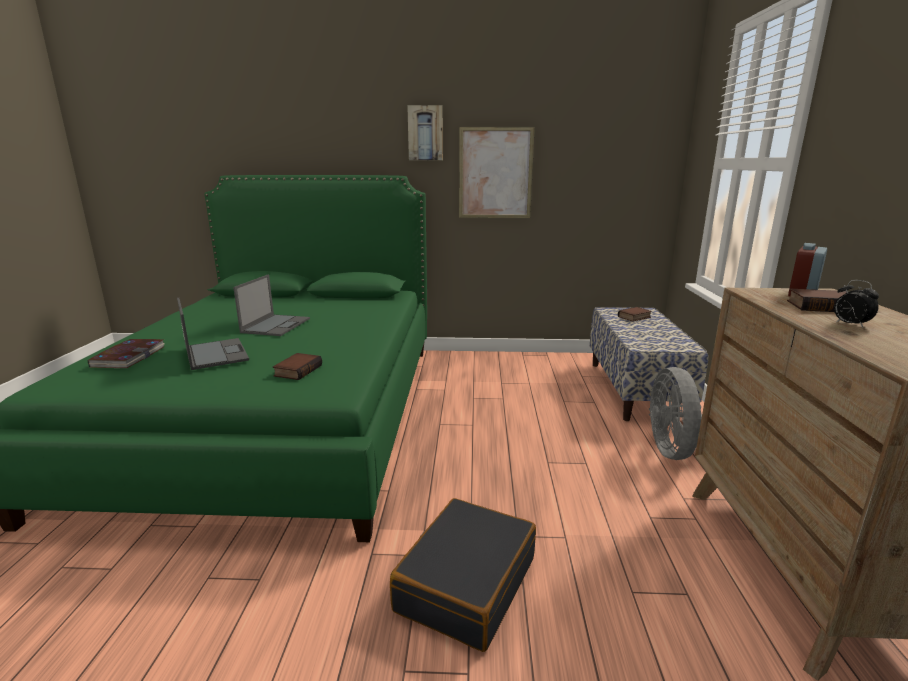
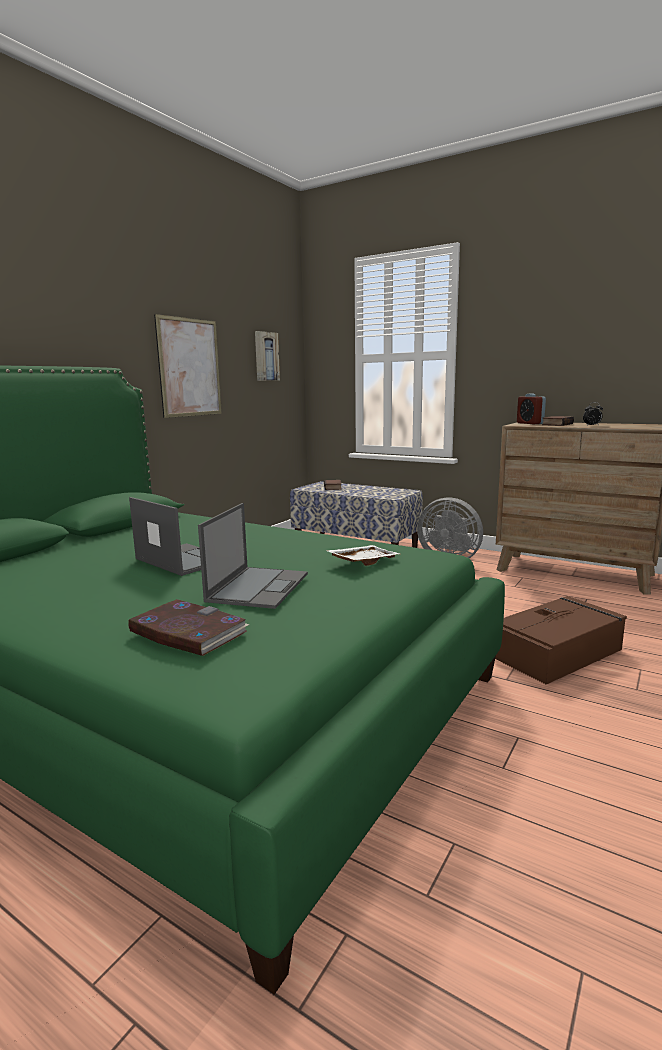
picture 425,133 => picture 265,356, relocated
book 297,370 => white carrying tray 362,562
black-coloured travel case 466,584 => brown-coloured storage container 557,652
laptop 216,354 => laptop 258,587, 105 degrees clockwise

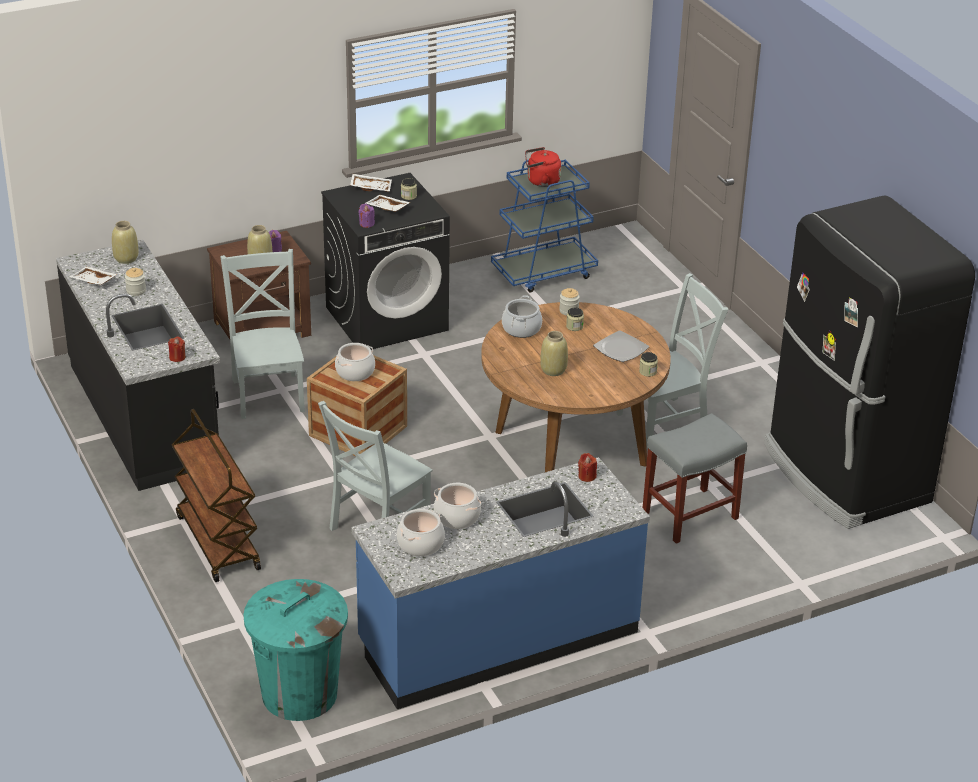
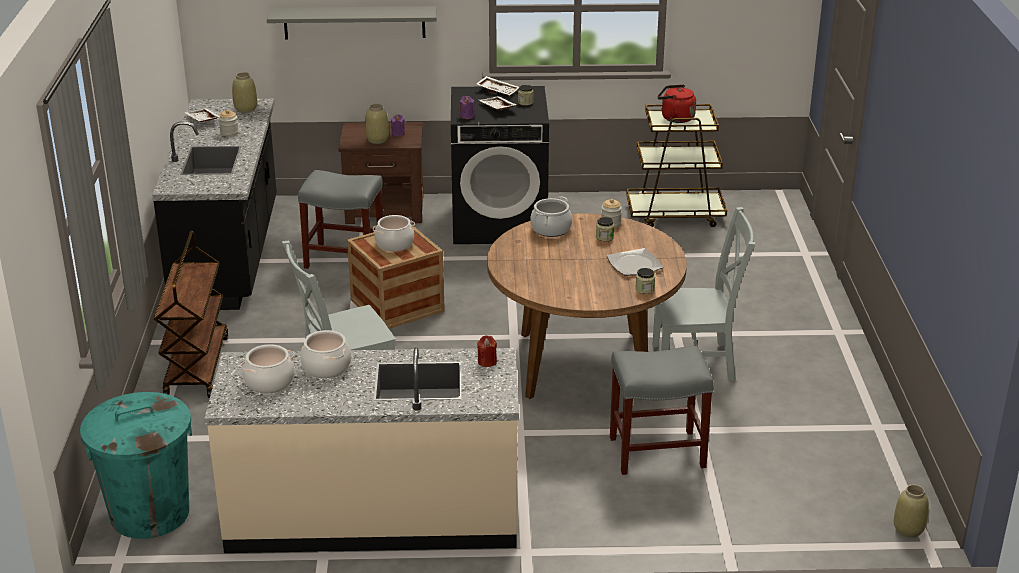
red-coloured candle 177,357 => nothing
black-coloured fridge 844,475 => nothing
nothing => greyish bracket shelf 354,22
beige-coloured flower vase 553,370 => beige-coloured flower vase 908,529, relocated
greyish chair 268,393 => greyish stool seat 346,259
blue-coloured kitchen base unit 498,638 => beige-coloured kitchen base unit 373,515
blue-coloured trolley 544,273 => brown-coloured trolley 675,214

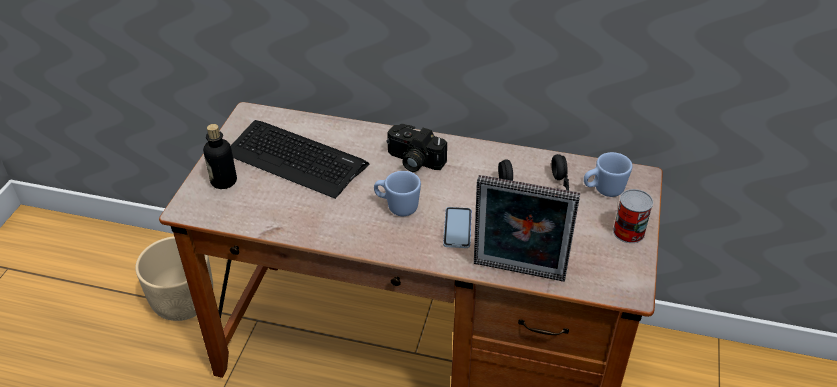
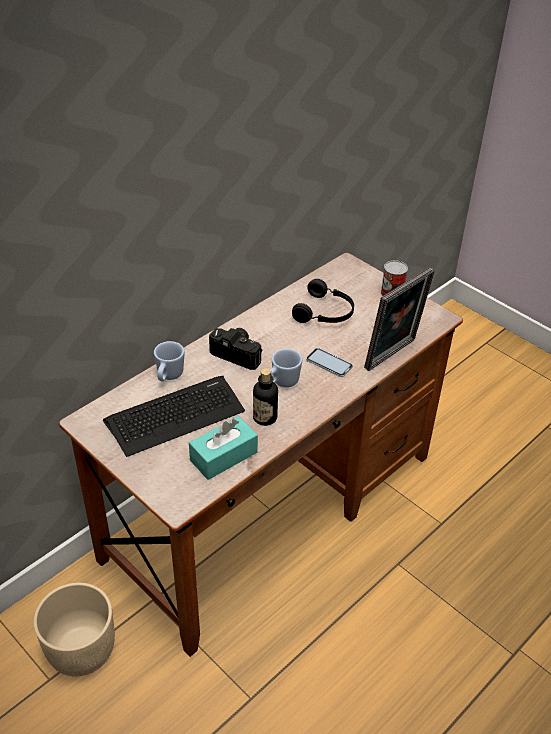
nothing => turquoise-coloured tissue box 223,456
drink bottle 224,181 => drink bottle 265,417, relocated
blue-coloured coffee mug 603,190 => blue-coloured coffee mug 168,376, relocated
photo camera 413,161 => photo camera 238,353, 120 degrees counterclockwise

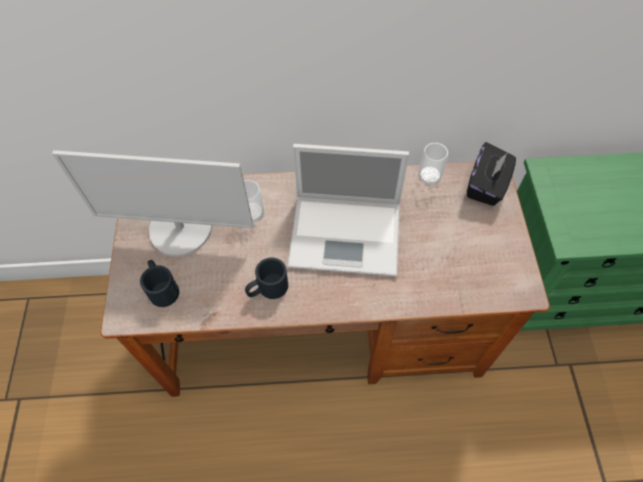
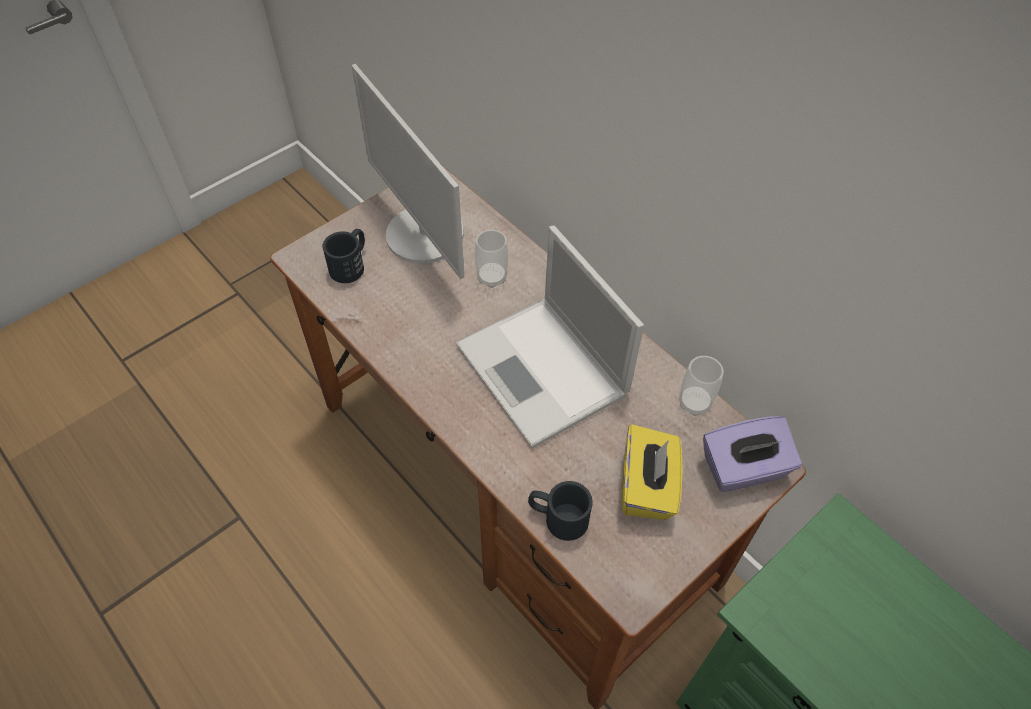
nothing => yellowish tissue box 647,487
black-coloured coffee mug 267,289 => black-coloured coffee mug 557,517, relocated
black-coloured tissue box 486,186 => purple-coloured tissue box 744,469

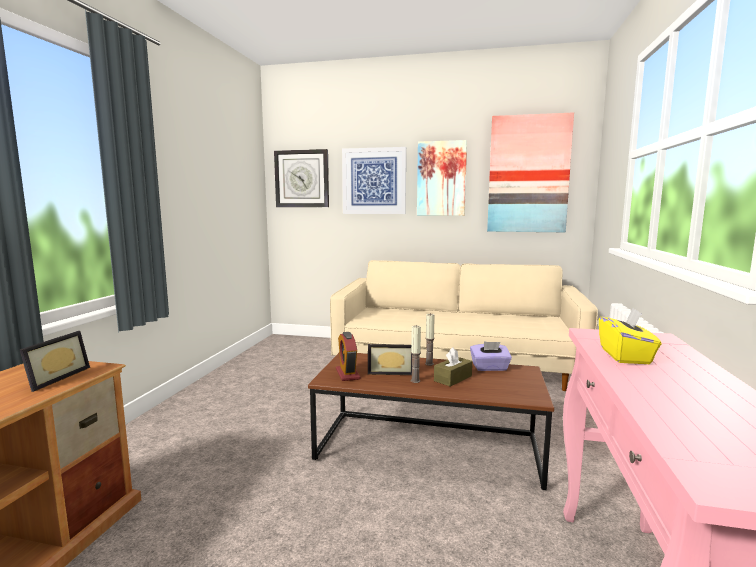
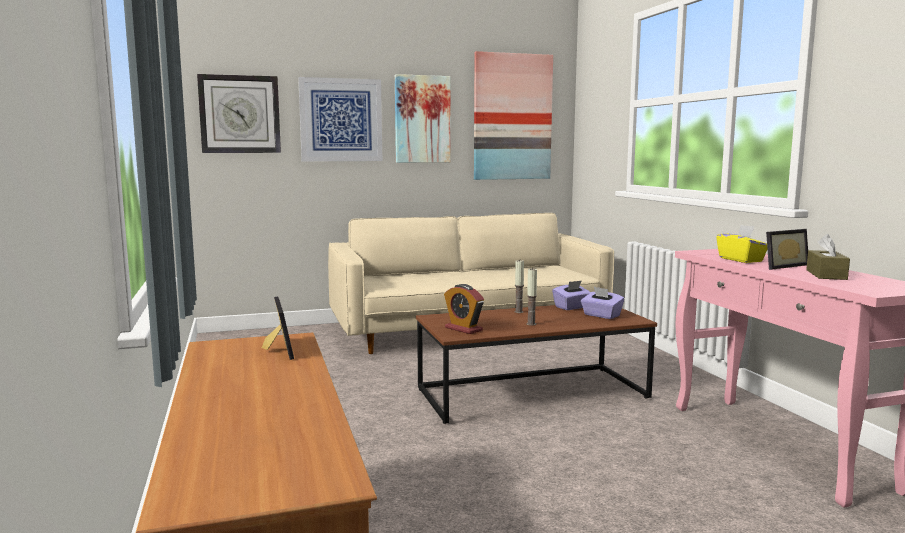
nothing => purple-coloured tissue box 601,315
photo frame 390,372 => photo frame 781,266, relocated
brown-coloured tissue box 453,378 => brown-coloured tissue box 826,274, relocated

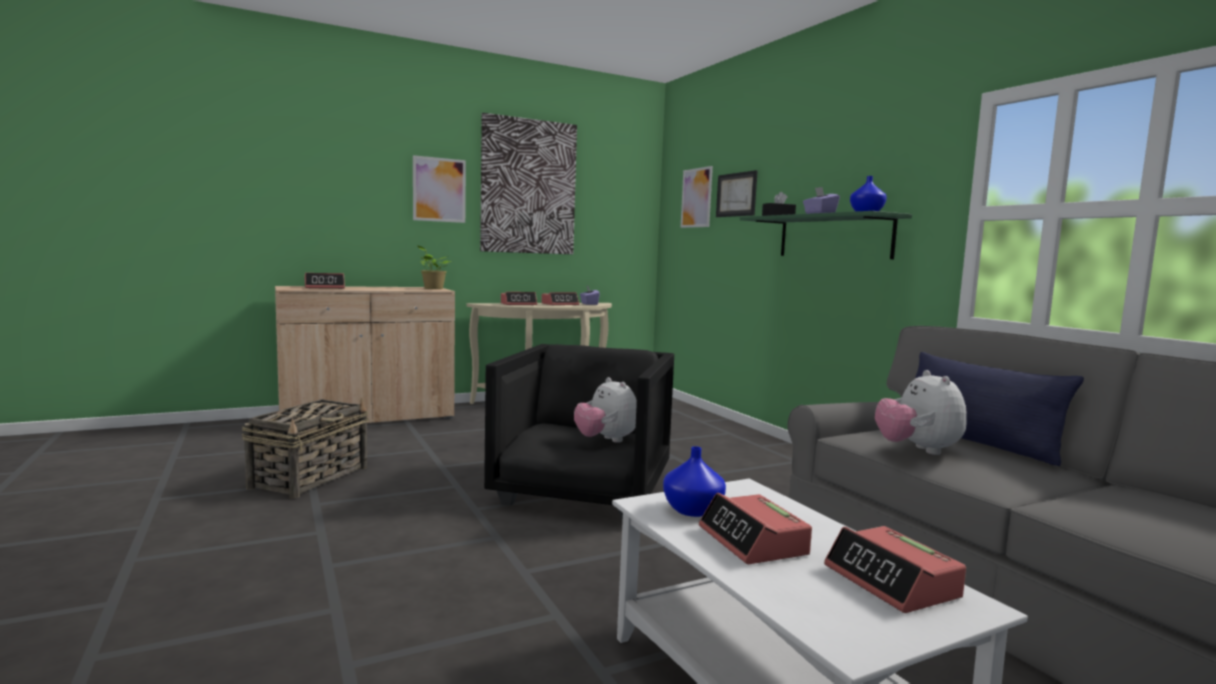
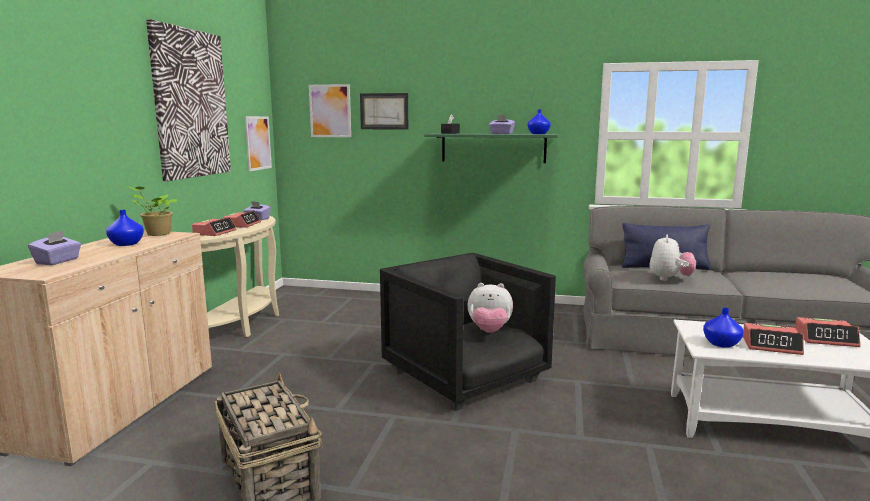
nothing => blue-coloured flower vase 125,244
picture 439,190 => picture 258,143, relocated
table clock 324,287 => purple-coloured tissue box 58,261
cuddly toy 917,450 => cuddly toy 670,279, 105 degrees counterclockwise

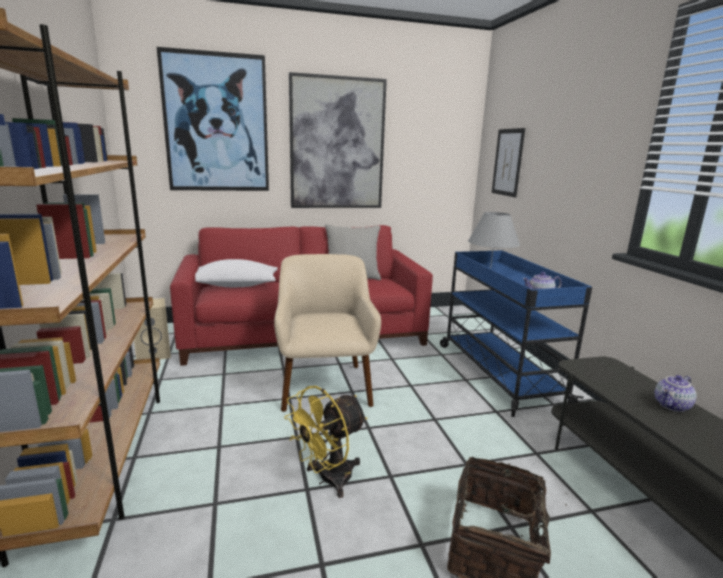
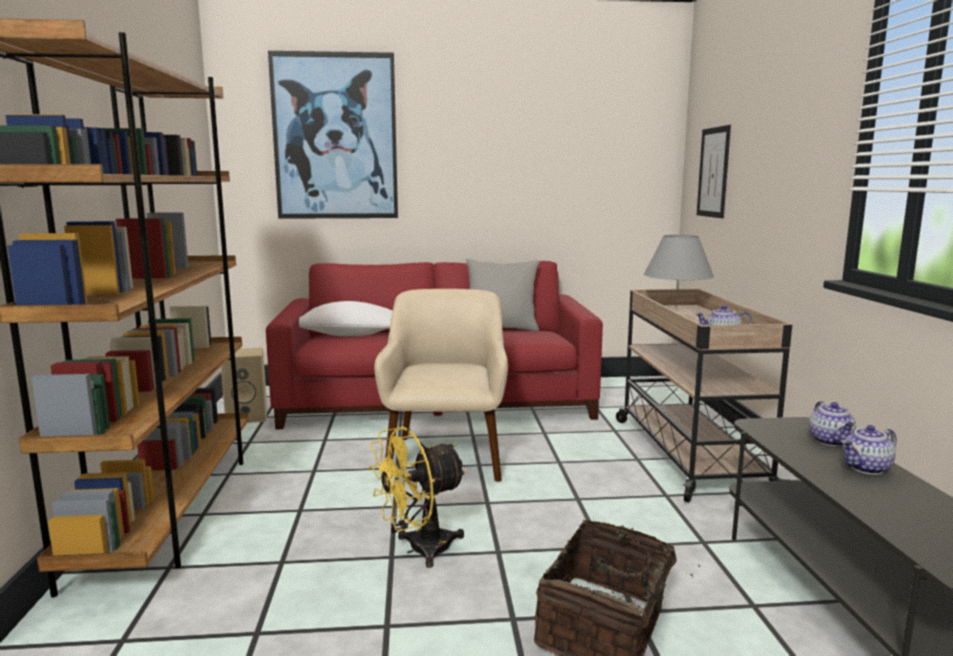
picture 337,144 => nothing
nothing => teapot 831,441
blue-coloured trolley 498,372 => beige-coloured trolley 688,453

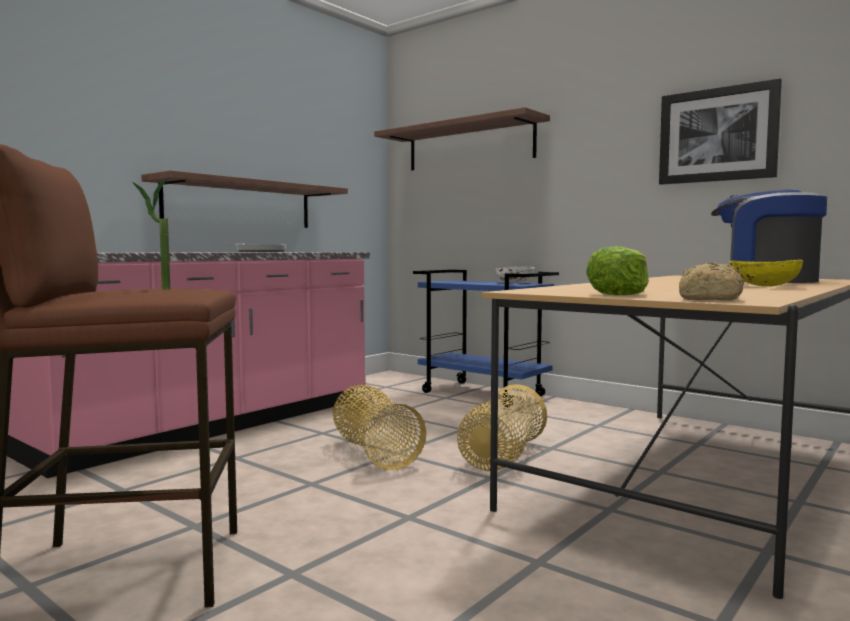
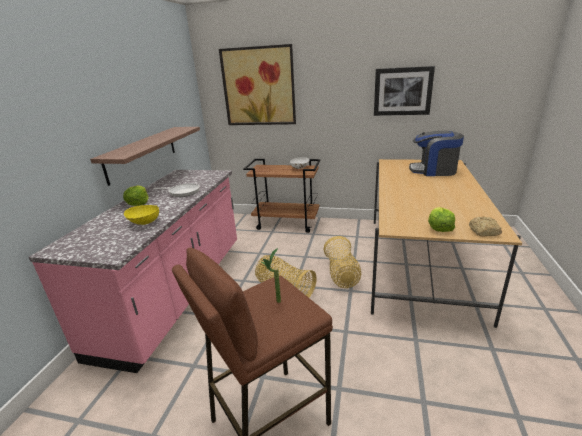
nothing => lettuce 138,203
yellowish serving bowl 763,286 => yellowish serving bowl 144,223, relocated
bracket shelf 469,145 => picture 258,87
blue-coloured trolley 484,394 => brown-coloured trolley 287,223

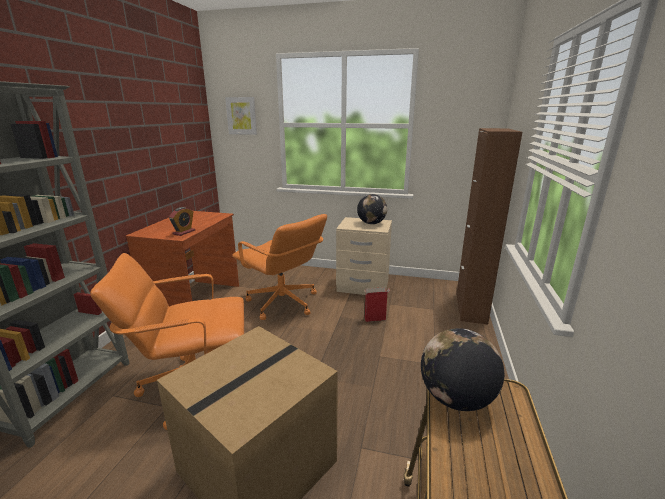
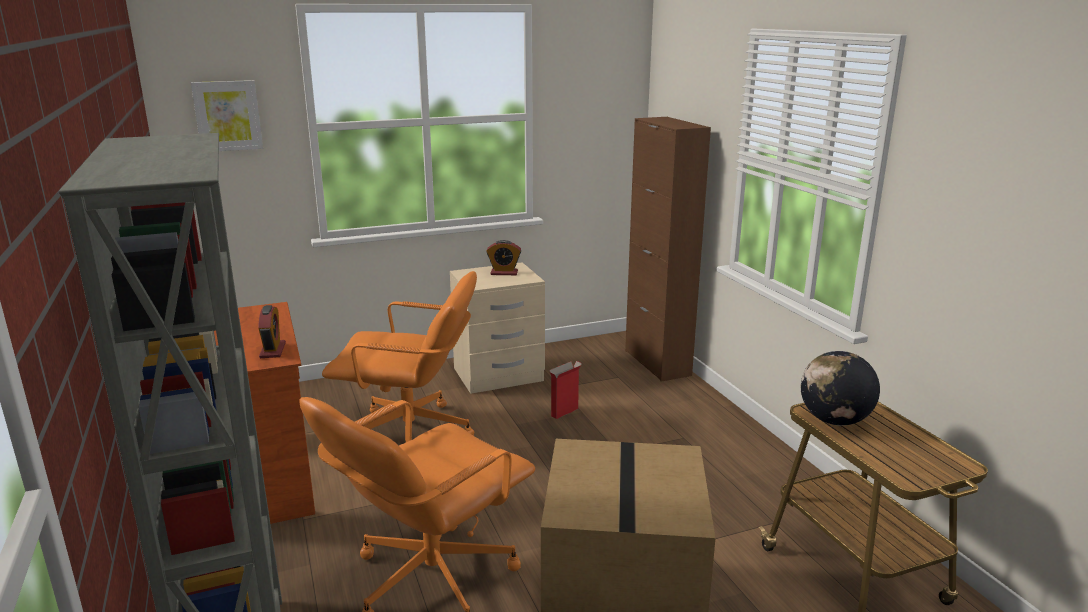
globe 371,223 => table clock 504,273

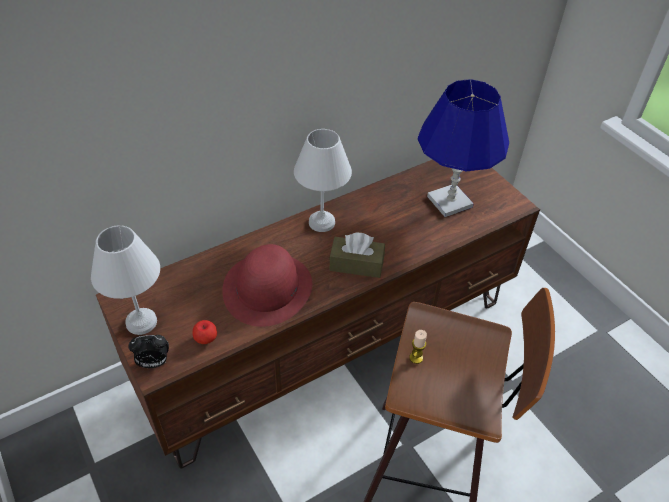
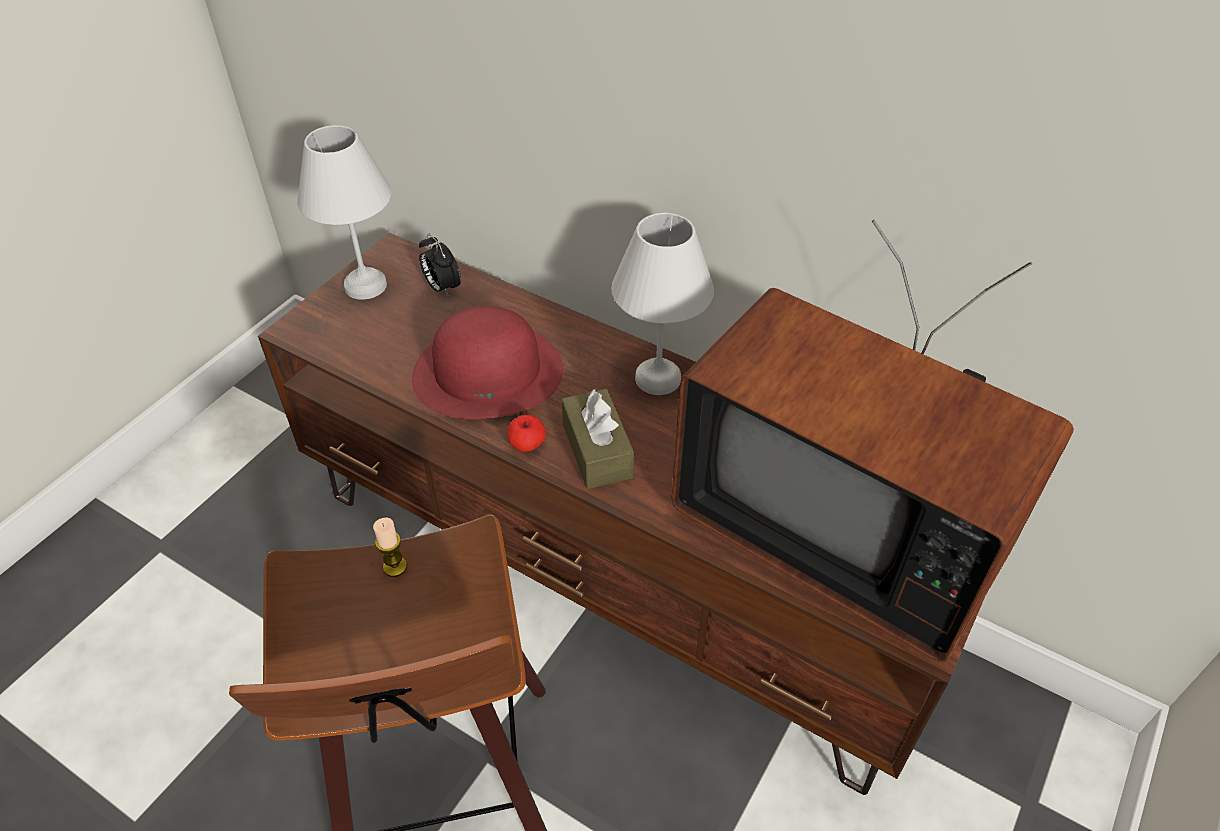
table clock 153,363 => table clock 442,287, relocated
apple 206,339 => apple 527,445, relocated
blue-coloured lamp for a table 450,202 => television 841,524

